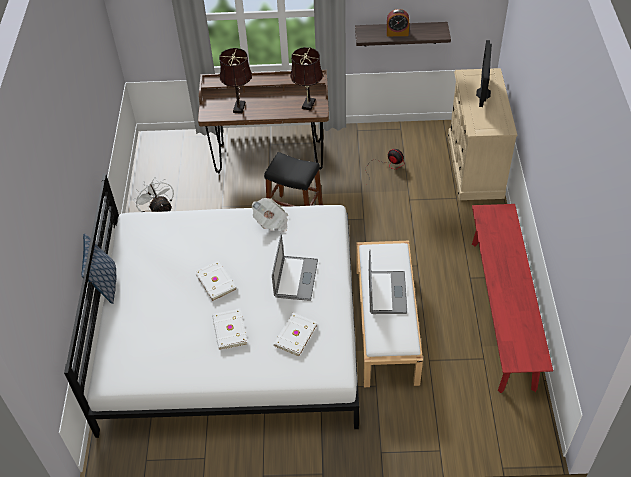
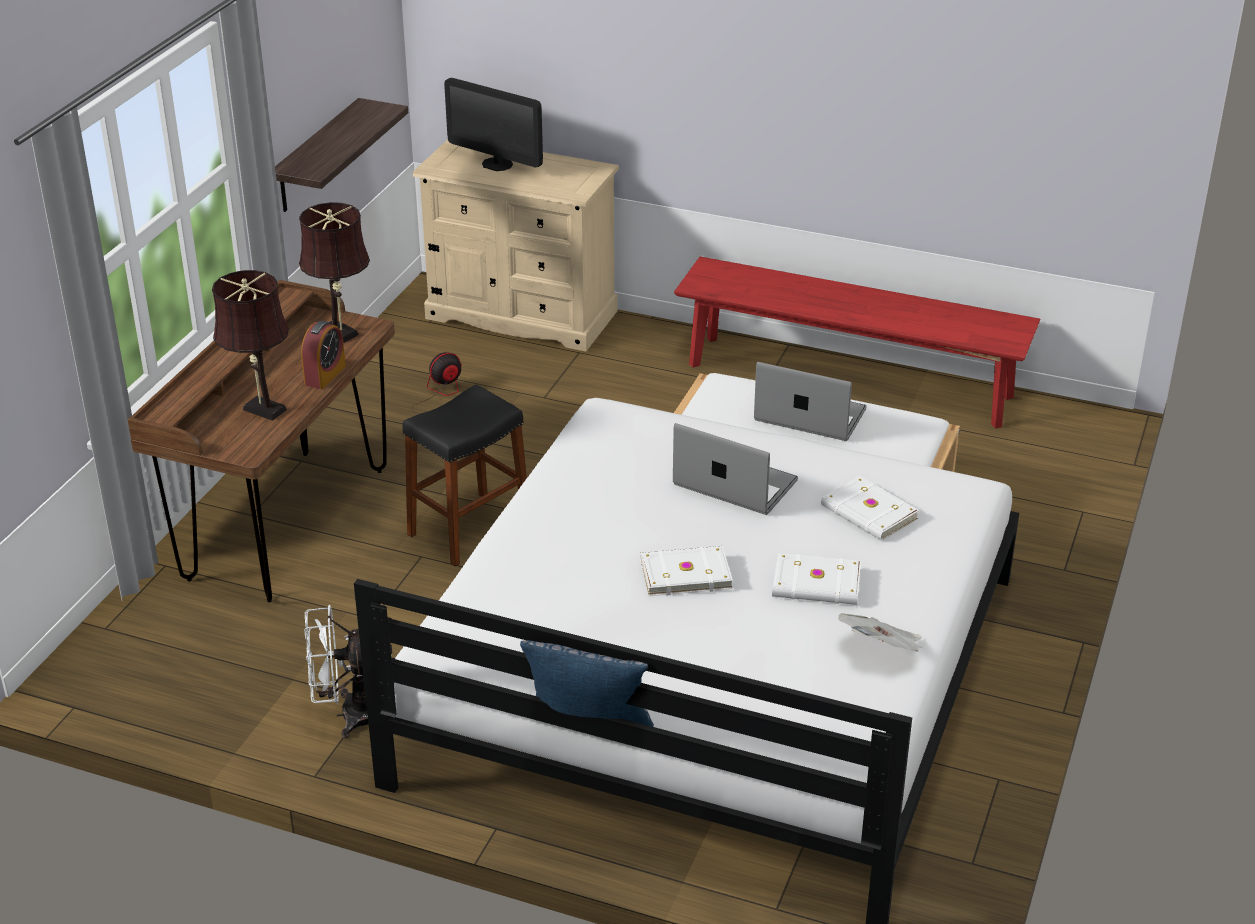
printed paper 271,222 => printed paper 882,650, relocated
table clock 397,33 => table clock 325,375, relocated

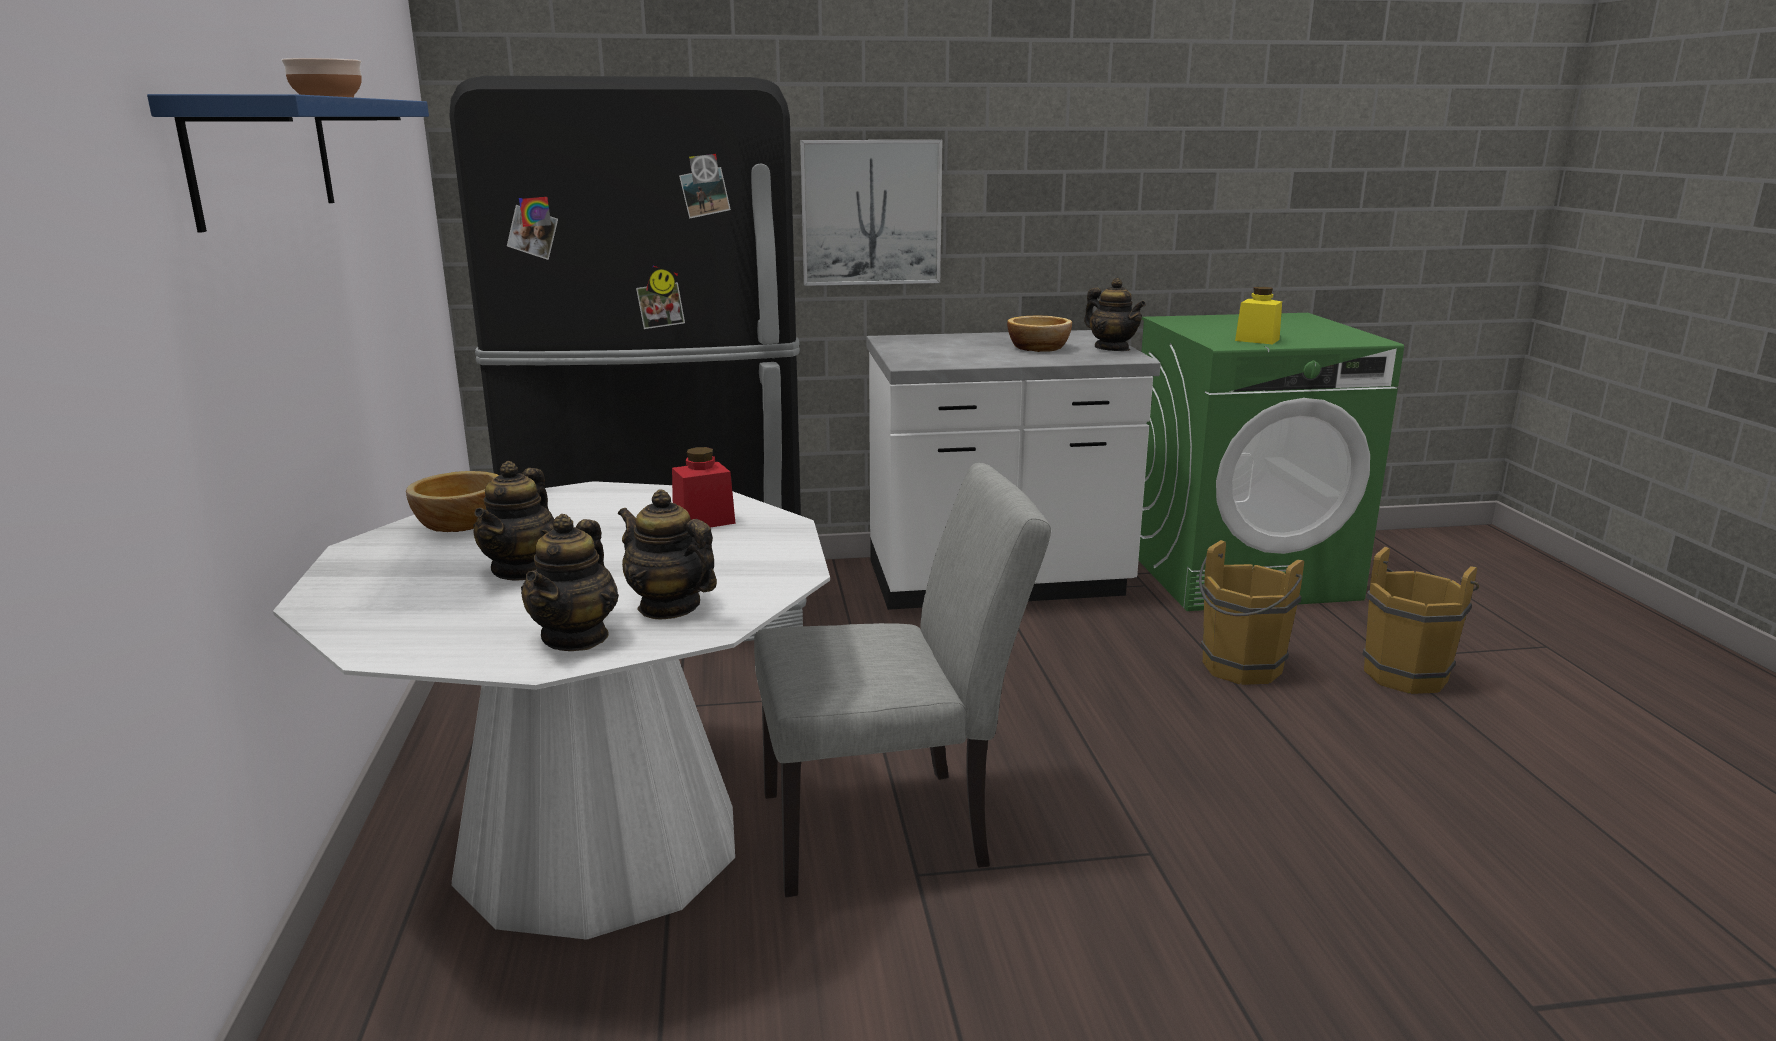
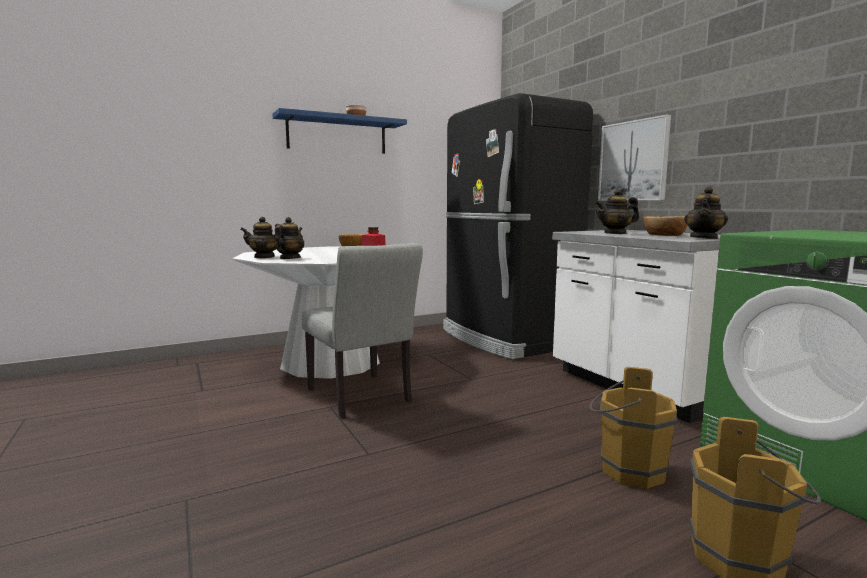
yellowish storage jar 1257,340 => nothing
teapot 522,570 => teapot 615,233, relocated

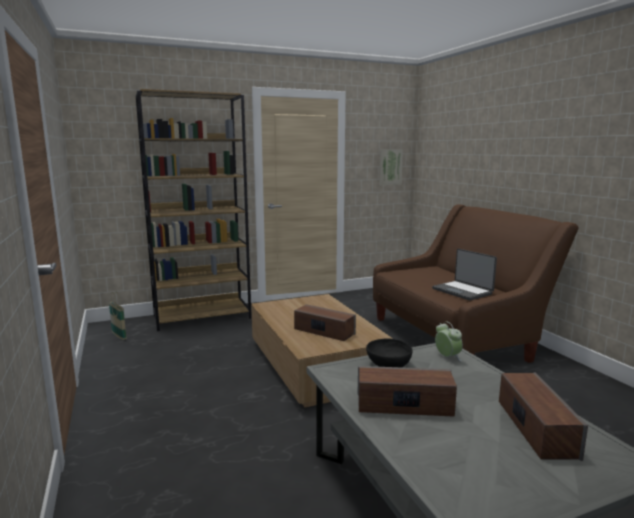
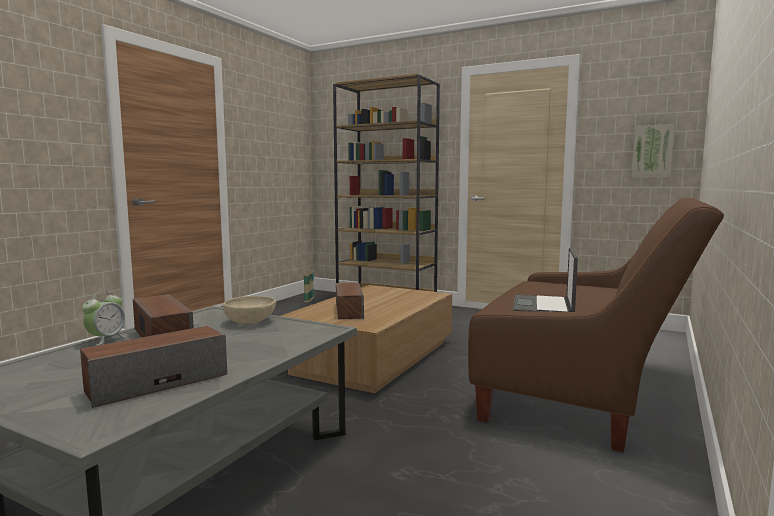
table clock 447,357 => table clock 106,339, relocated
black-coloured serving bowl 388,365 => beige-coloured serving bowl 250,321

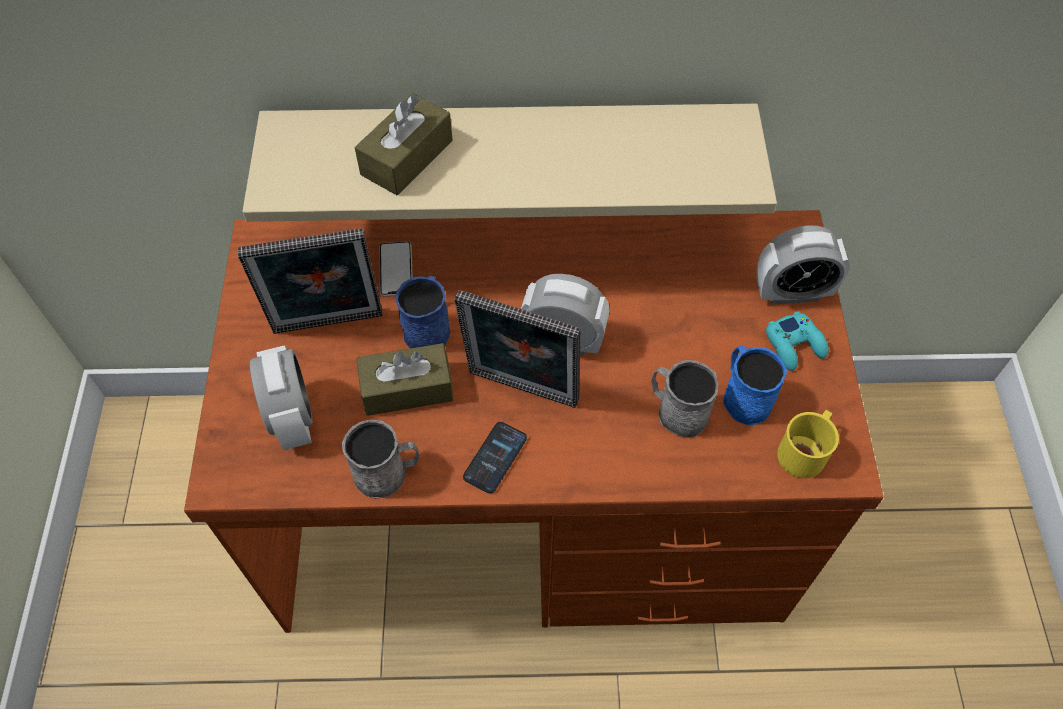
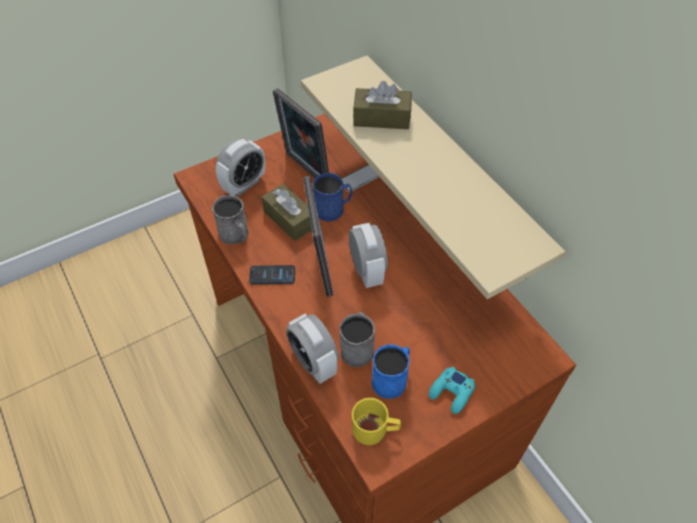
table clock 792,293 => table clock 313,362, relocated

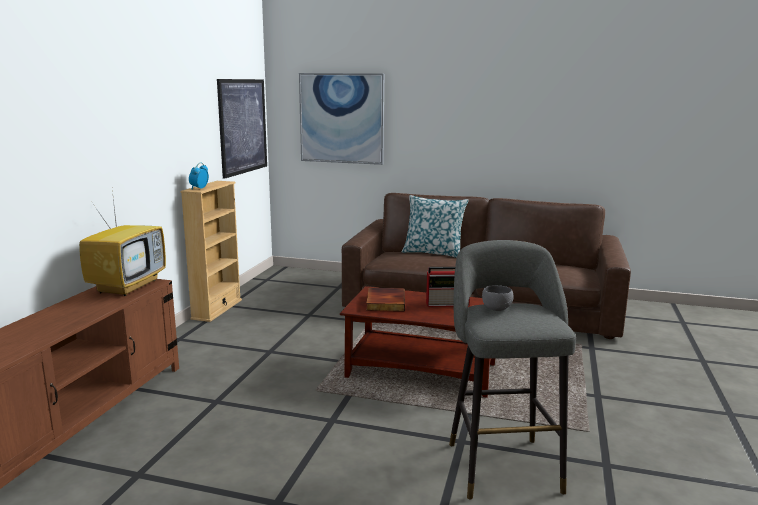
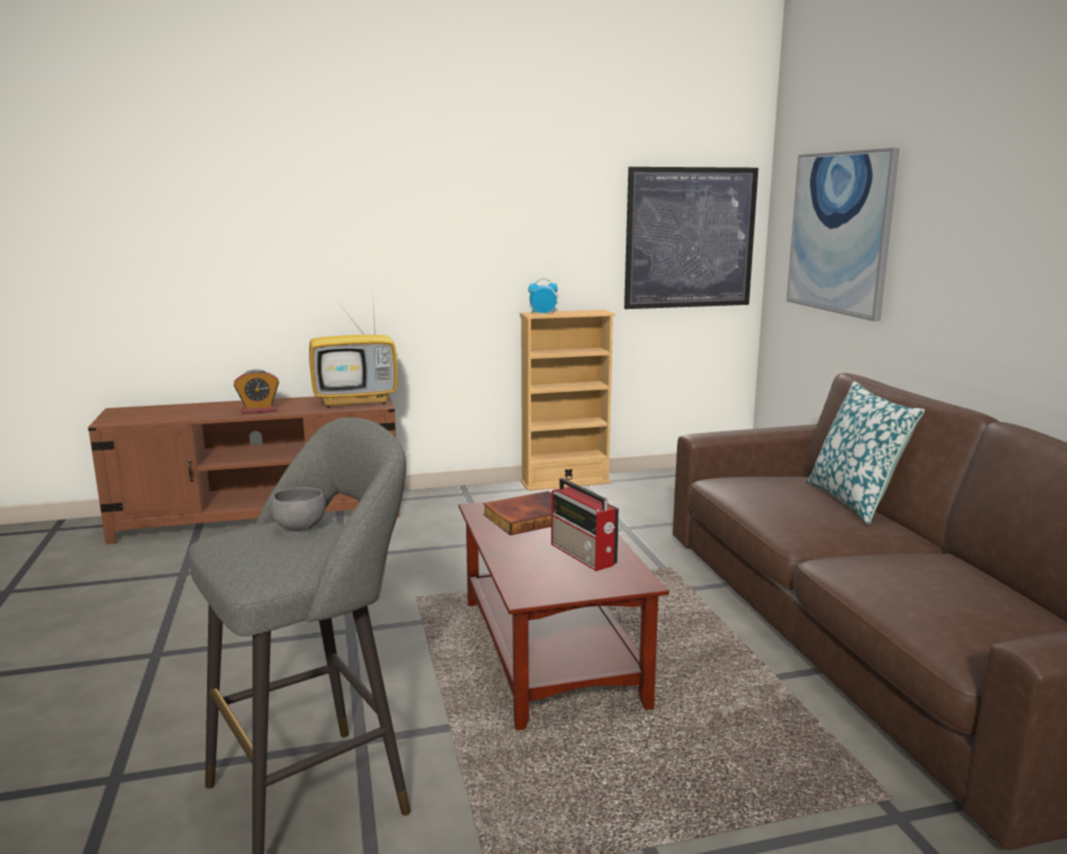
nothing => table clock 259,411

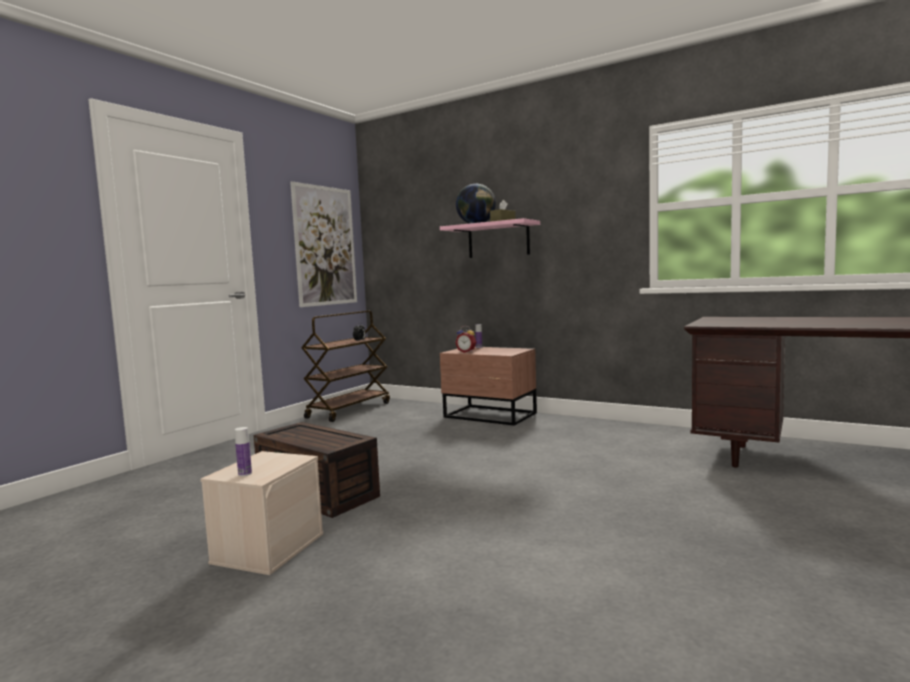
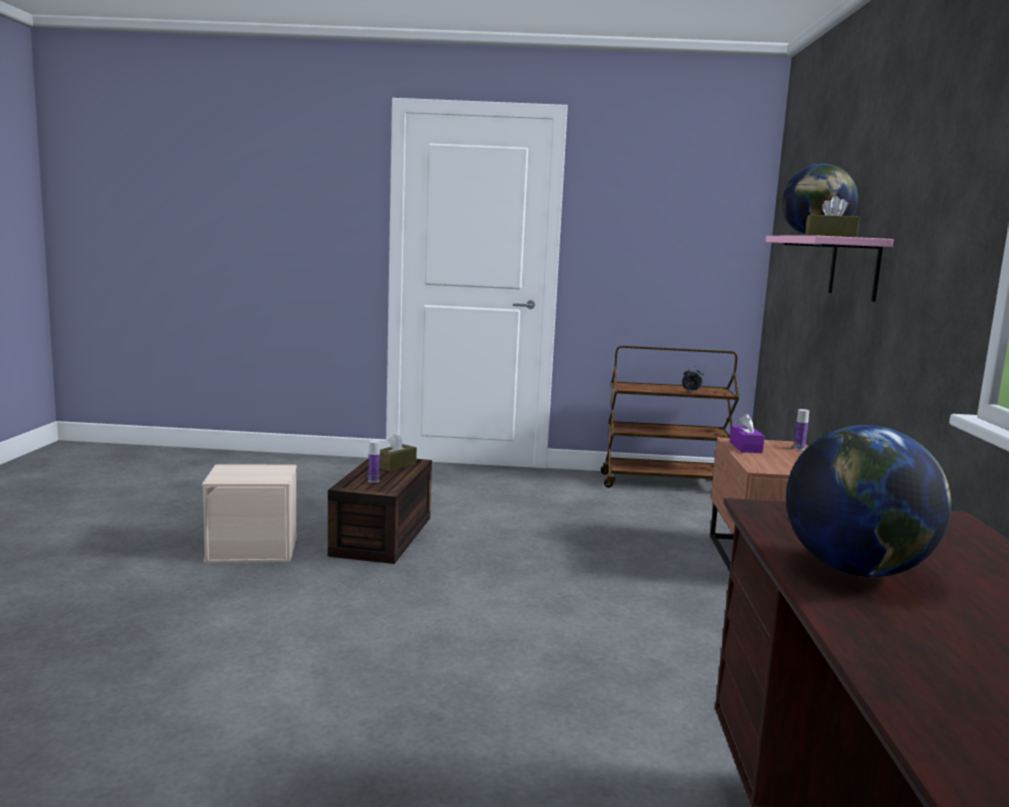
picture 325,246 => nothing
nothing => brown-coloured tissue box 396,465
nothing => globe 856,570
drink bottle 245,474 => drink bottle 373,480, relocated
table clock 466,352 => purple-coloured tissue box 745,447

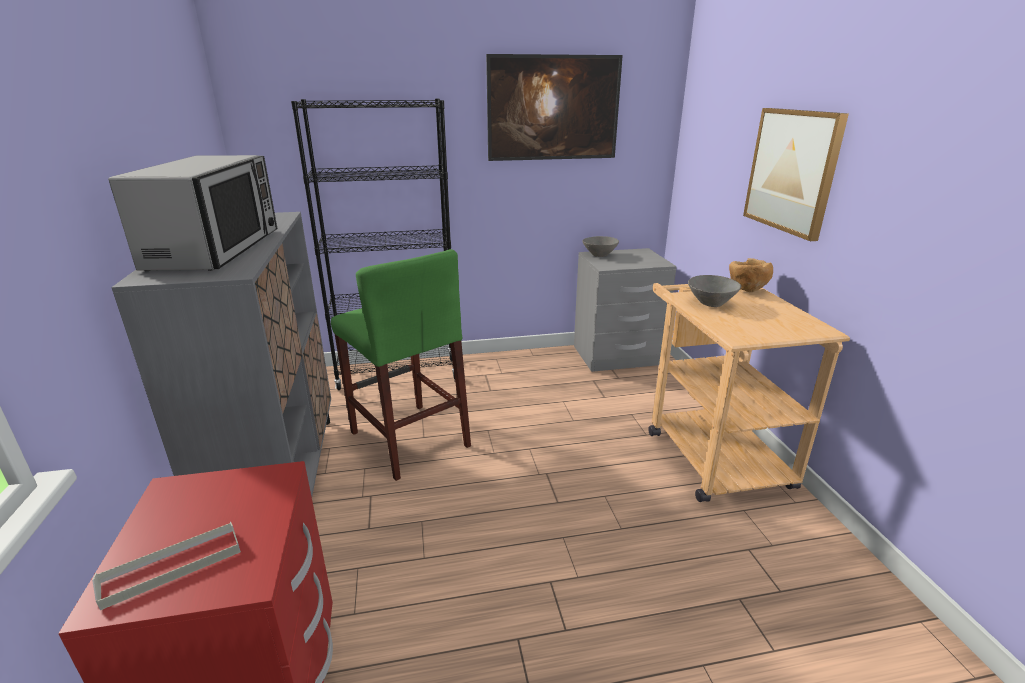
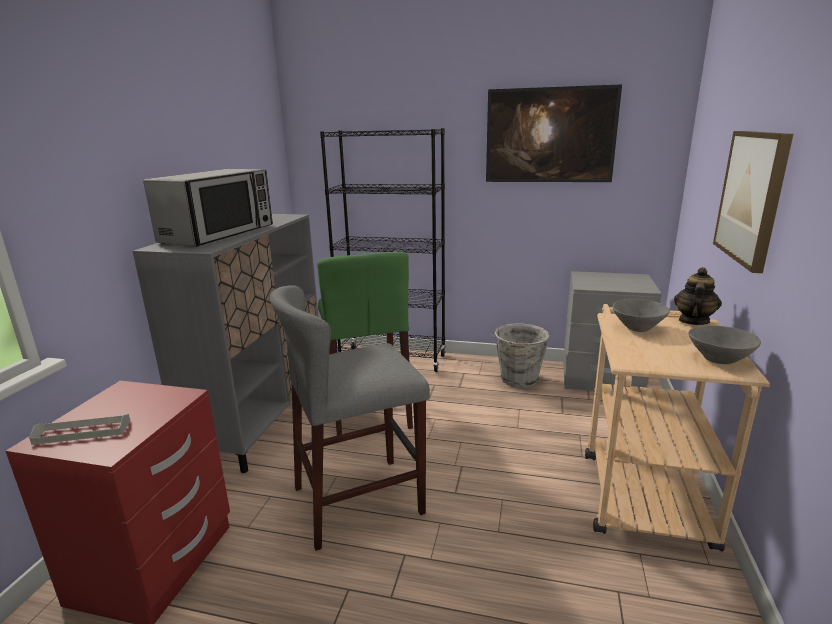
nothing => greyish stool seat 358,500
nothing => greyish bucket 518,380
greyish serving bowl 599,254 => greyish serving bowl 718,359, relocated
brown-coloured serving bowl 746,290 => teapot 693,321

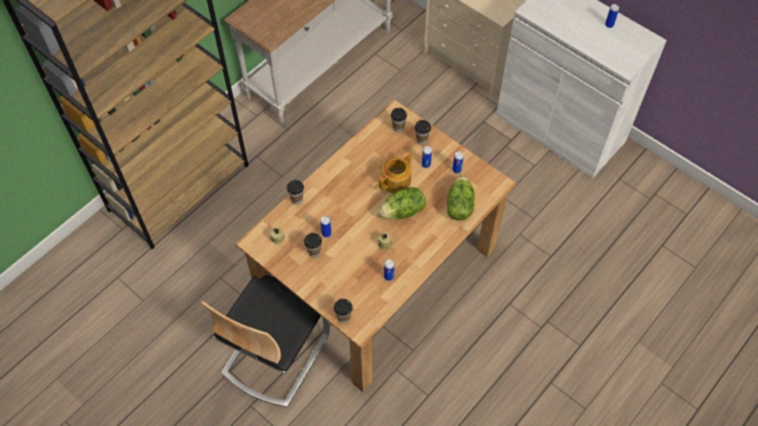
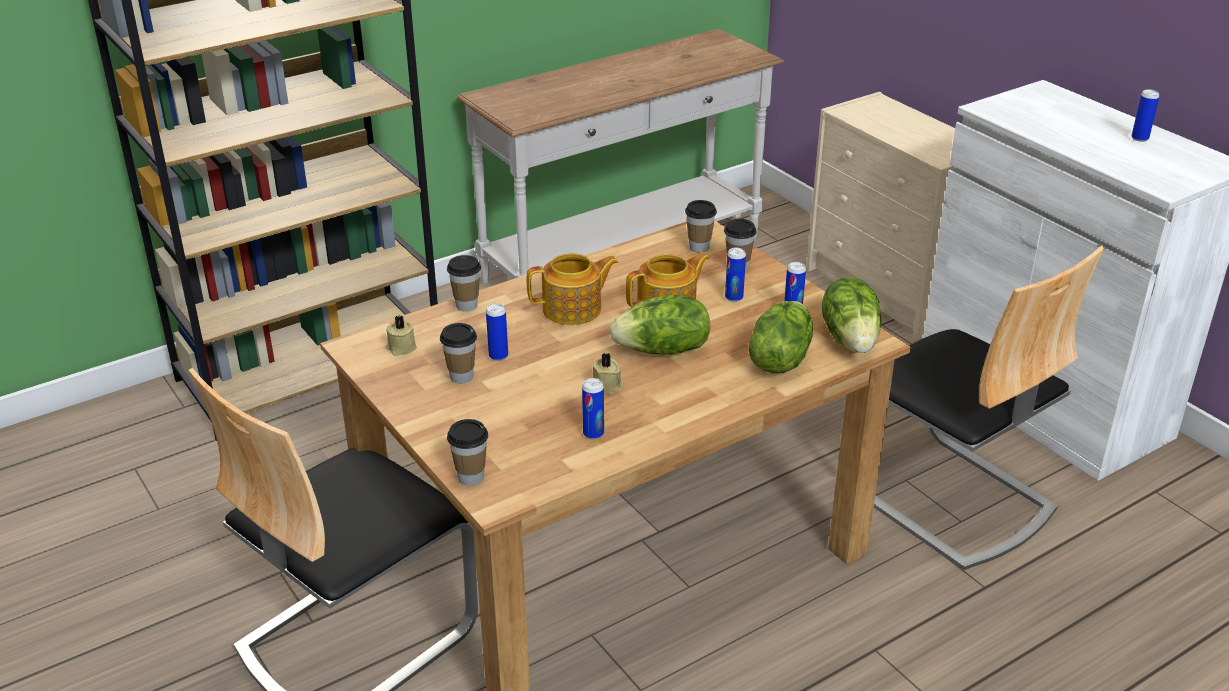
nothing => teapot 573,309
nothing => lettuce 851,339
nothing => chair 947,497

